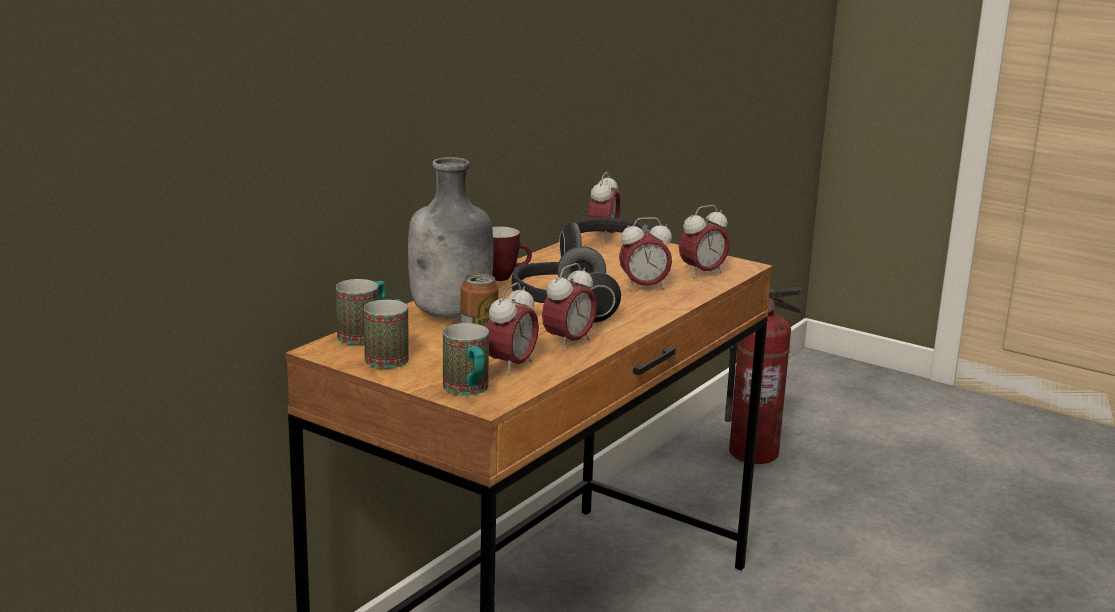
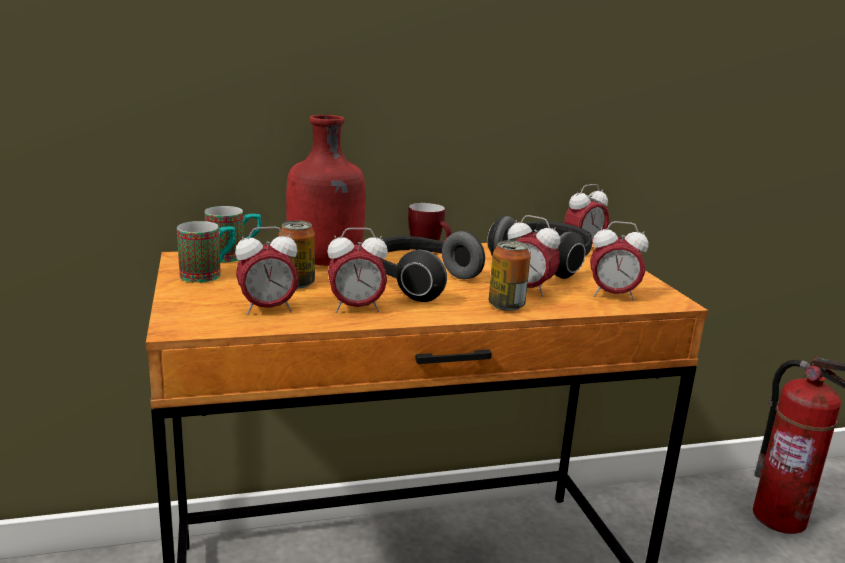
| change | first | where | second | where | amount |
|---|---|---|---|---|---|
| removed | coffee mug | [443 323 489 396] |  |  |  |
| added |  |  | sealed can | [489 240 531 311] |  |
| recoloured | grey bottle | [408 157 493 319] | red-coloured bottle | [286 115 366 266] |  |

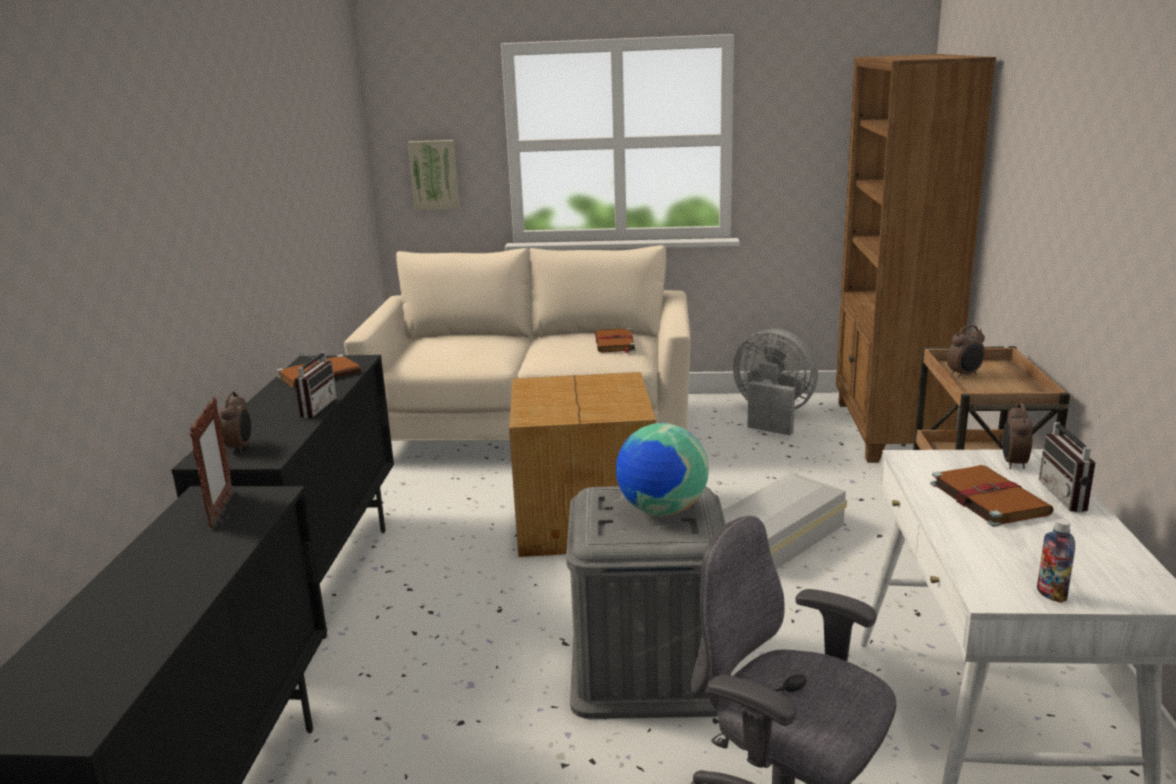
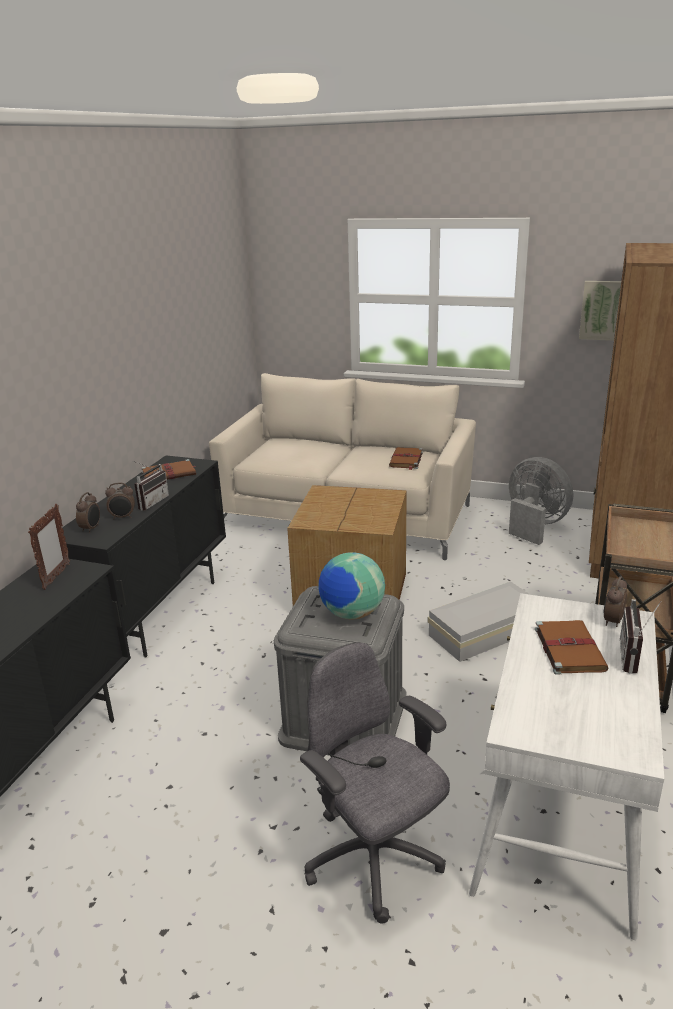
| change | first | where | second | where | amount |
|---|---|---|---|---|---|
| removed | bottle | [1037 518 1075 603] |  |  |  |
| moved | picture | [408 140 460 210] |  | [579 281 621 341] |  |
| moved | alarm clock | [947 325 985 378] |  | [105 483 135 519] |  |

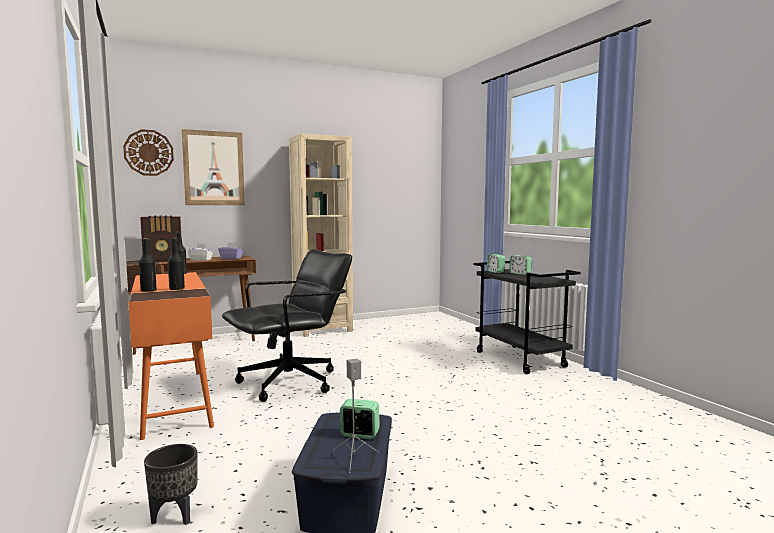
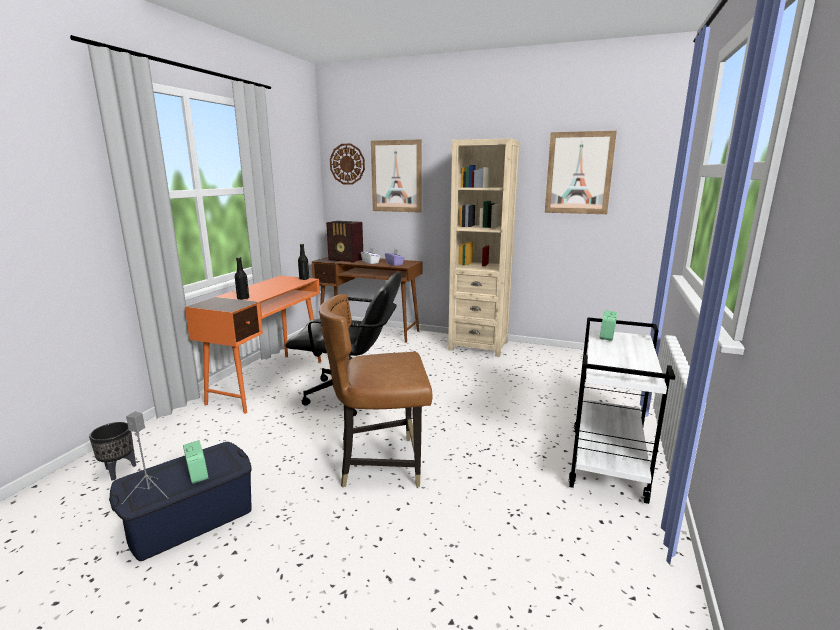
| change | first | where | second | where | amount |
|---|---|---|---|---|---|
| removed | blackish bottle | [139 238 157 292] |  |  |  |
| removed | alarm clock | [509 255 532 275] |  |  |  |
| added |  |  | brown upright chair | [319 294 433 488] |  |
| added |  |  | picture | [545 131 617 214] |  |
| recoloured | blackish trolley | [474 261 581 374] | white trolley | [569 317 675 504] |  |

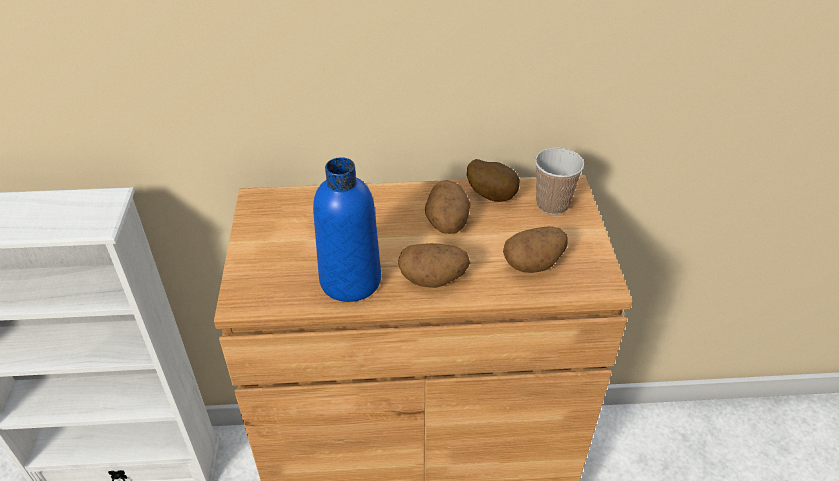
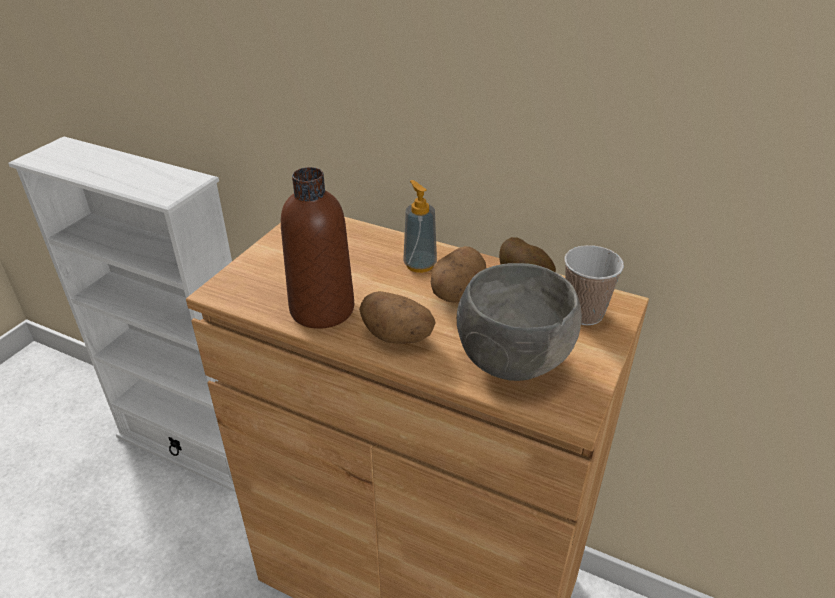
| change | first | where | second | where | amount |
|---|---|---|---|---|---|
| added |  |  | soap dispenser | [403 180 437 273] |  |
| replaced | whole potato | [503 226 568 273] | grey serving bowl | [457 263 582 381] |  |
| recoloured | blue bottle | [313 157 381 302] | brown bottle | [281 167 354 329] |  |

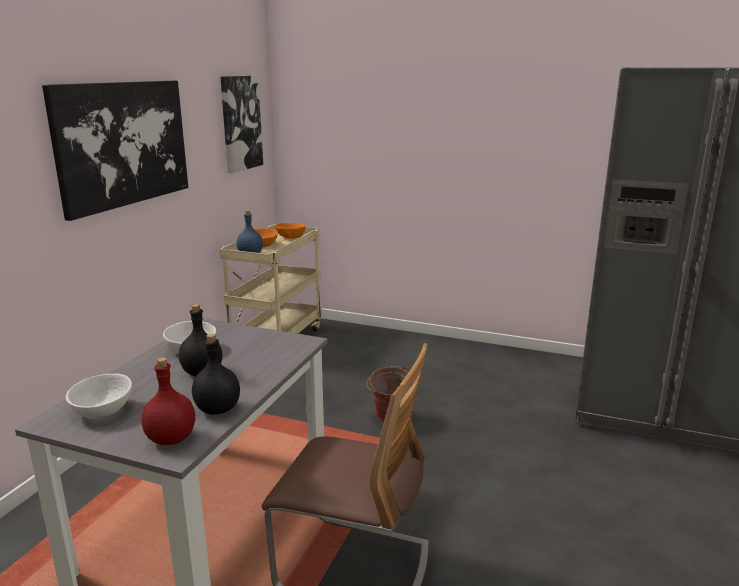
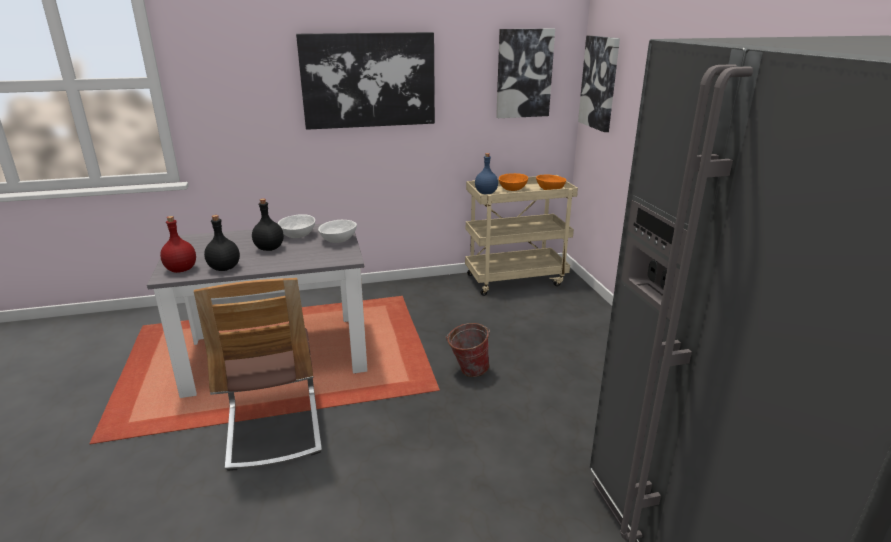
| change | first | where | second | where | amount |
|---|---|---|---|---|---|
| added |  |  | picture | [578 35 620 132] |  |
| moved | white serving bowl | [66 374 132 418] |  | [318 220 357 243] |  |

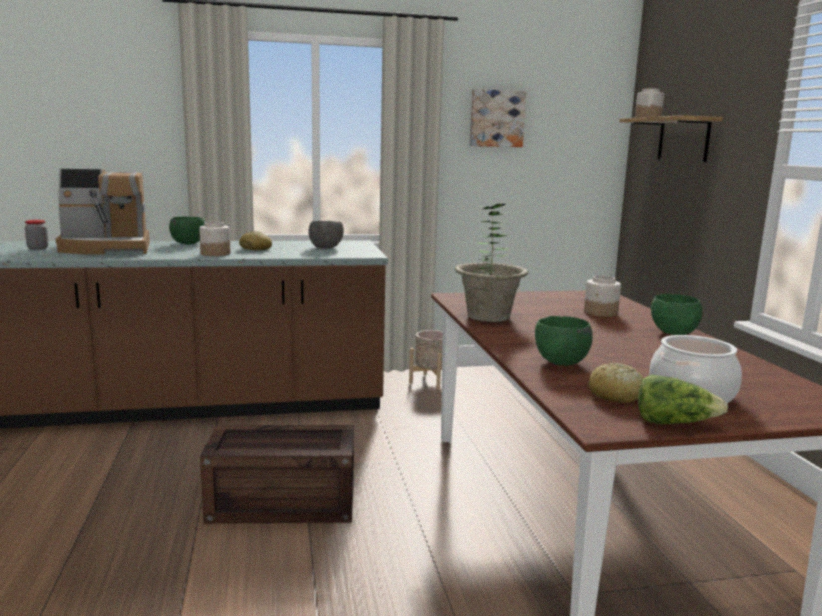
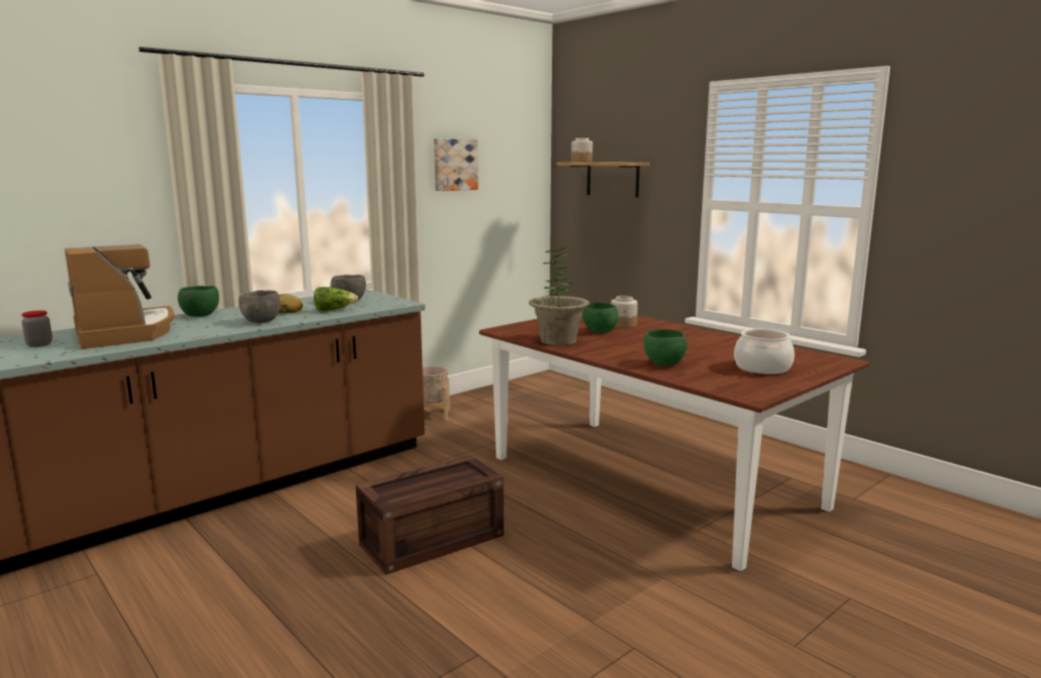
| change | first | where | second | where | amount |
|---|---|---|---|---|---|
| removed | baked bread | [589 363 644 403] |  |  |  |
| moved | lettuce | [638 374 728 424] |  | [314 287 358 311] |  |
| moved | greenish serving bowl | [651 294 703 335] |  | [582 303 618 333] |  |
| replaced | preserve jar | [199 221 230 256] | grey serving bowl | [238 290 281 323] |  |
| turned | coffee brewer | [56 169 150 255] |  | [65 244 174 349] | 75 degrees counterclockwise |

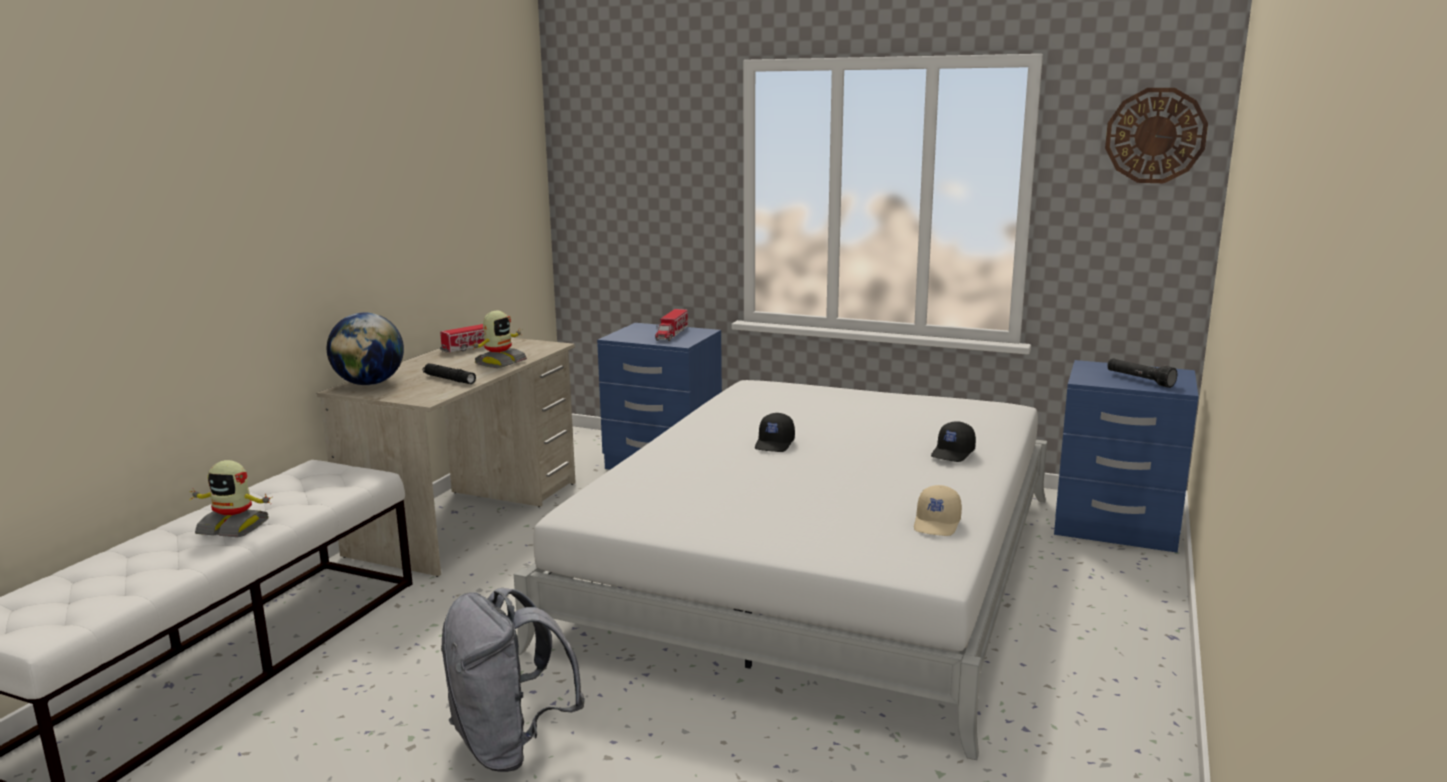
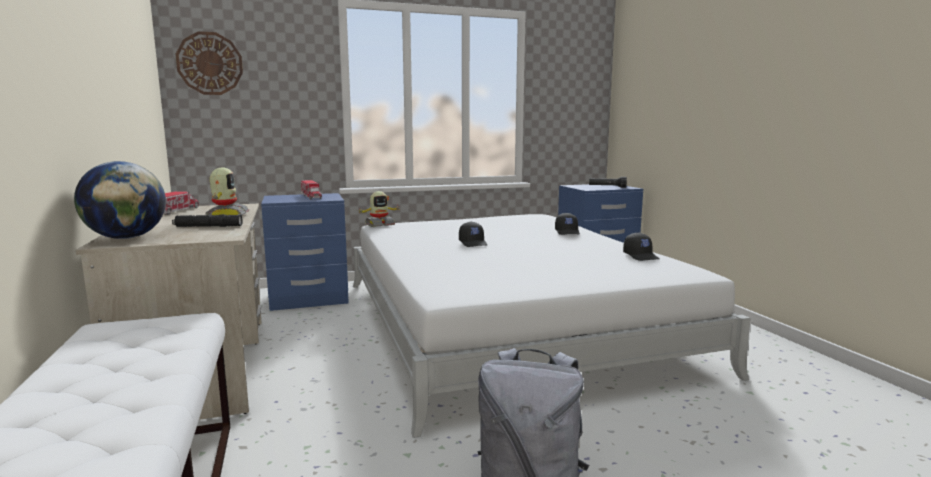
| change | first | where | second | where | amount |
|---|---|---|---|---|---|
| moved | toy robot | [190 460 273 538] |  | [358 191 400 227] |  |
| moved | hanging clock | [1105 88 1208 183] |  | [176 31 243 95] |  |
| recoloured | sand-coloured baseball cap | [914 485 962 536] | blackish baseball cap | [623 232 659 261] |  |

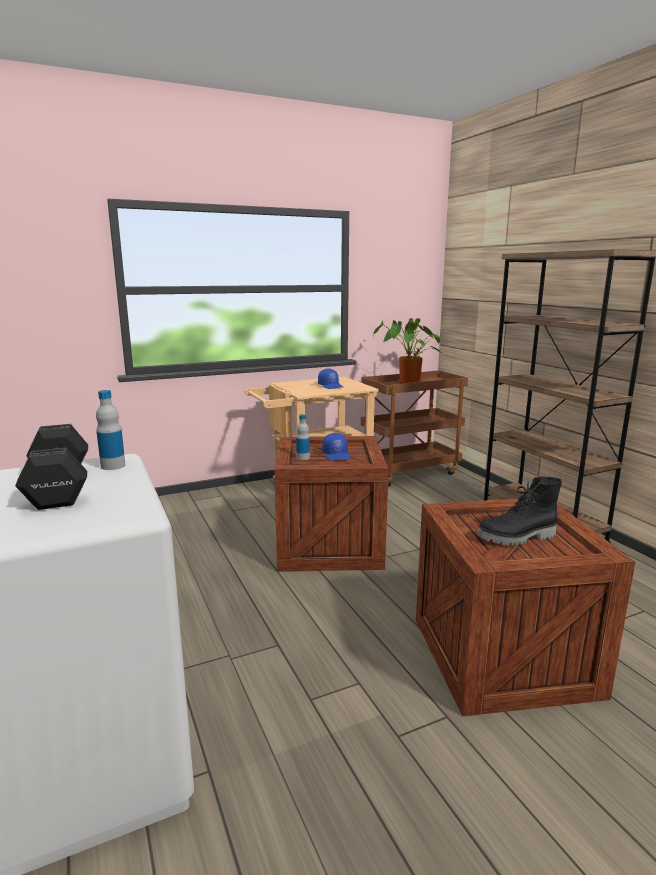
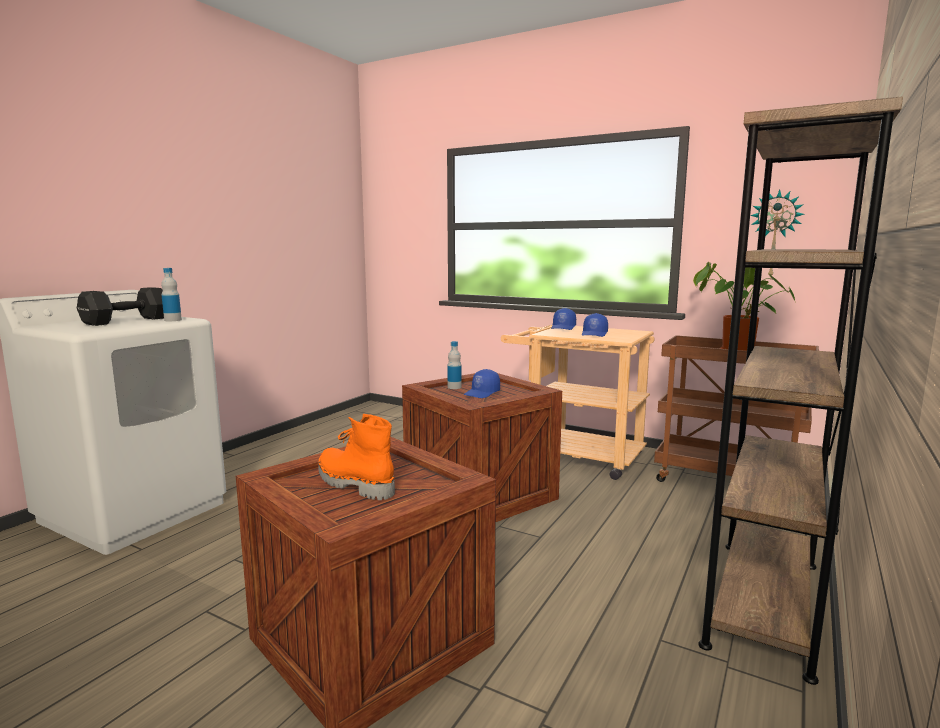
| change | first | where | second | where | amount |
|---|---|---|---|---|---|
| added |  |  | blue baseball cap | [551 308 576 330] |  |
| added |  |  | hanging clock | [750 190 805 279] |  |
| recoloured | blackish high-top boot | [477 476 562 546] | orange-coloured high-top boot | [318 414 395 500] |  |

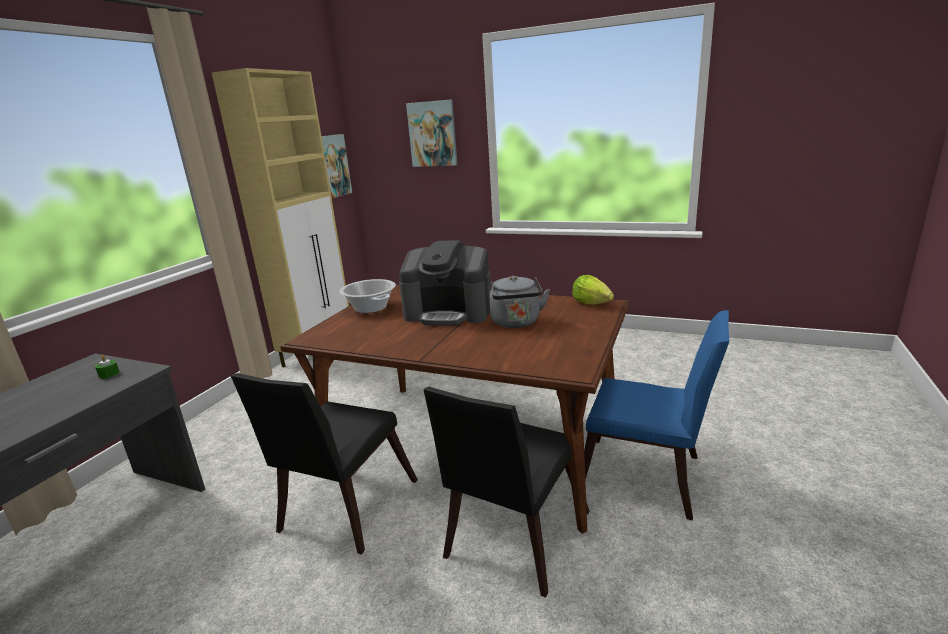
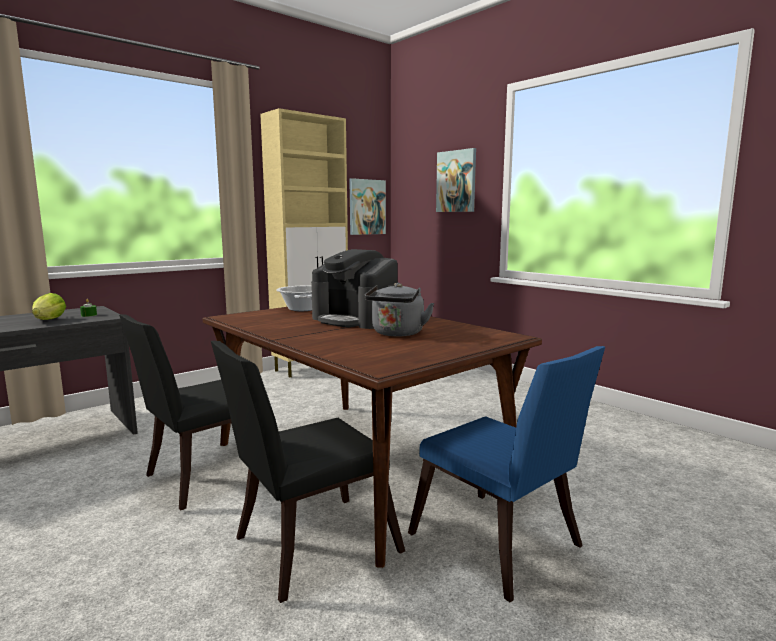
| change | first | where | second | where | amount |
|---|---|---|---|---|---|
| moved | lettuce | [572 275 614 305] |  | [32 293 66 320] |  |

